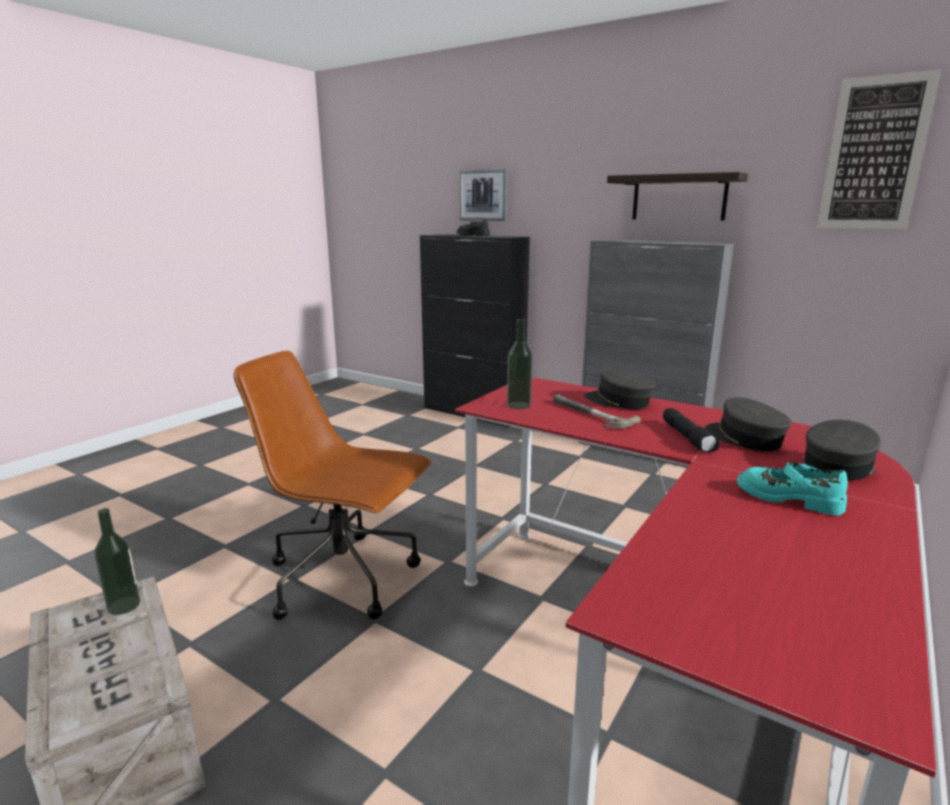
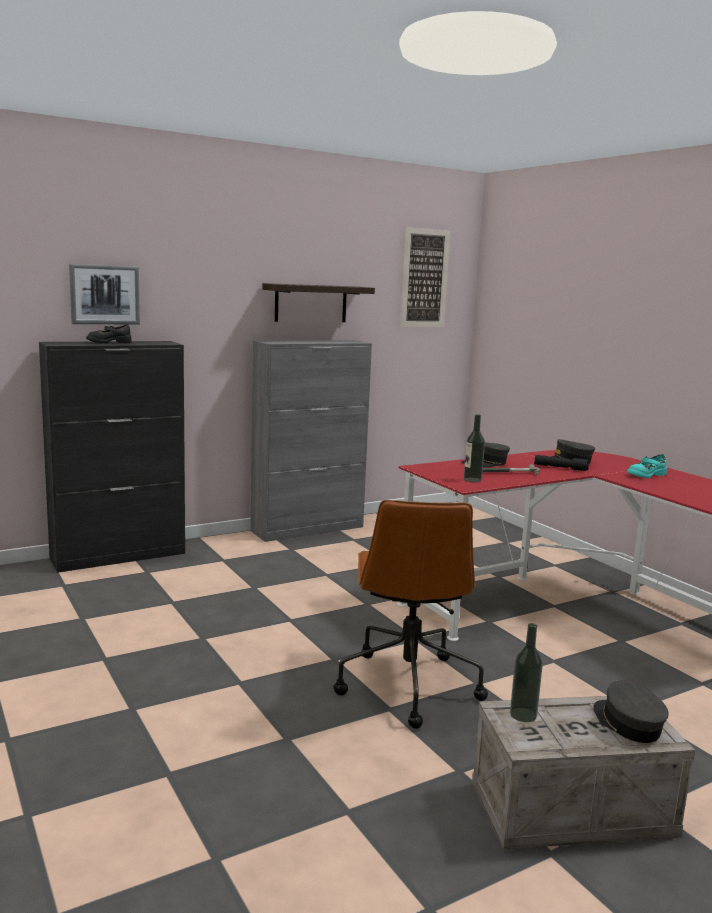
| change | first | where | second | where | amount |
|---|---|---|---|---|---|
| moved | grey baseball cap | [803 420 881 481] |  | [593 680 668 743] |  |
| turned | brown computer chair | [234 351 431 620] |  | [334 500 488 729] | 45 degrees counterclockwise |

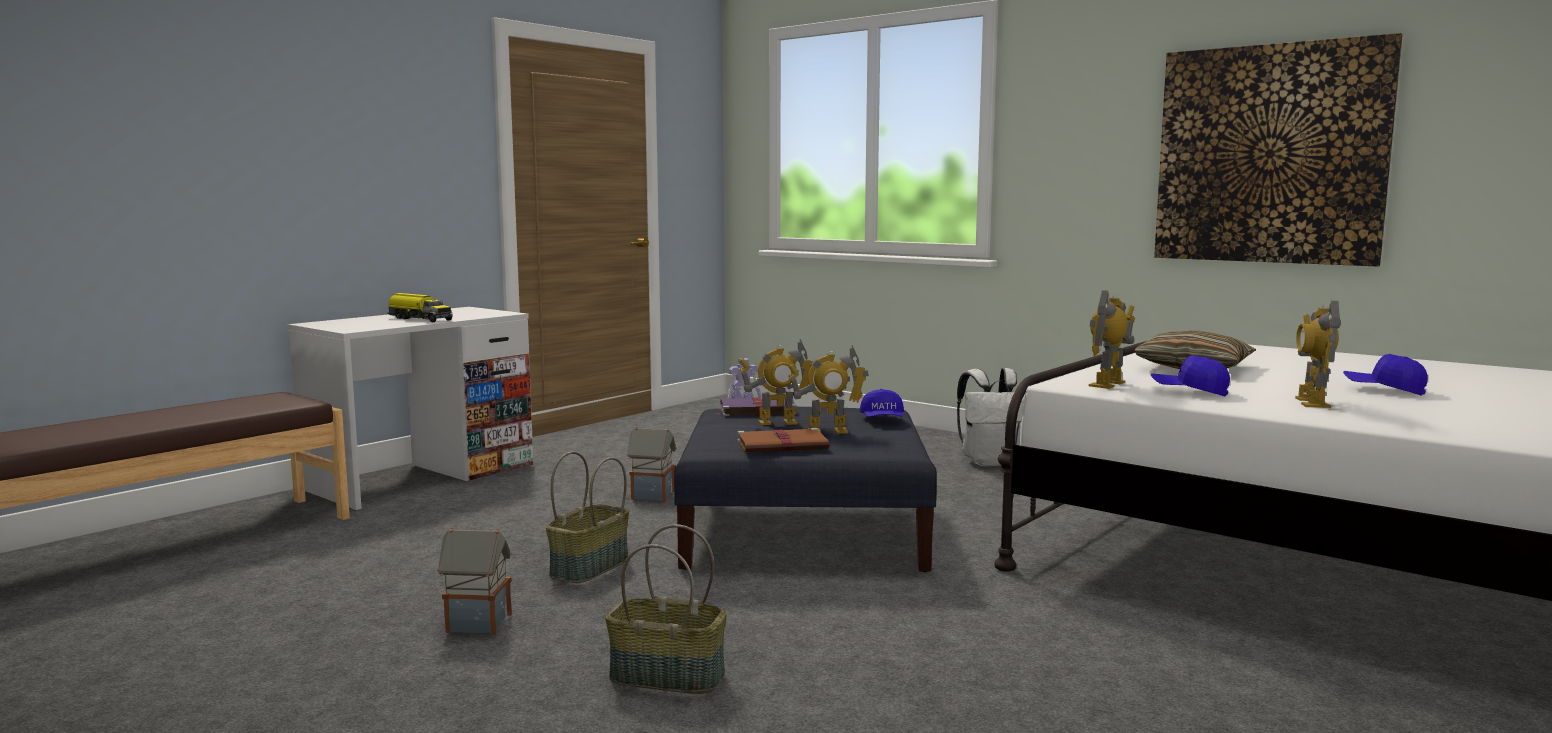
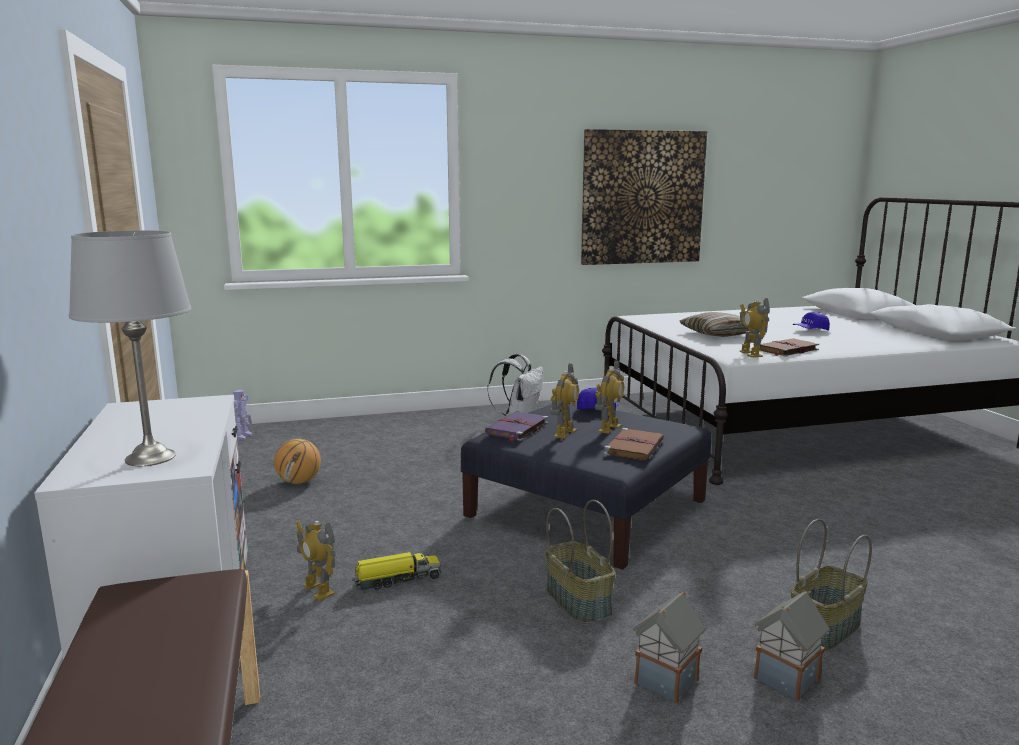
| change | first | where | second | where | amount |
|---|---|---|---|---|---|
| added |  |  | grey tabletop lamp | [69 230 192 466] |  |
| added |  |  | basketball ball | [274 439 321 484] |  |
| moved | model truck | [388 293 452 322] |  | [353 552 441 590] |  |
| moved | miniature house | [627 427 676 502] |  | [753 590 830 701] |  |
| moved | toy robot | [1295 301 1341 408] |  | [296 520 336 601] |  |
| replaced | blue baseball cap | [1151 355 1230 396] | brown volume | [760 338 819 357] |  |

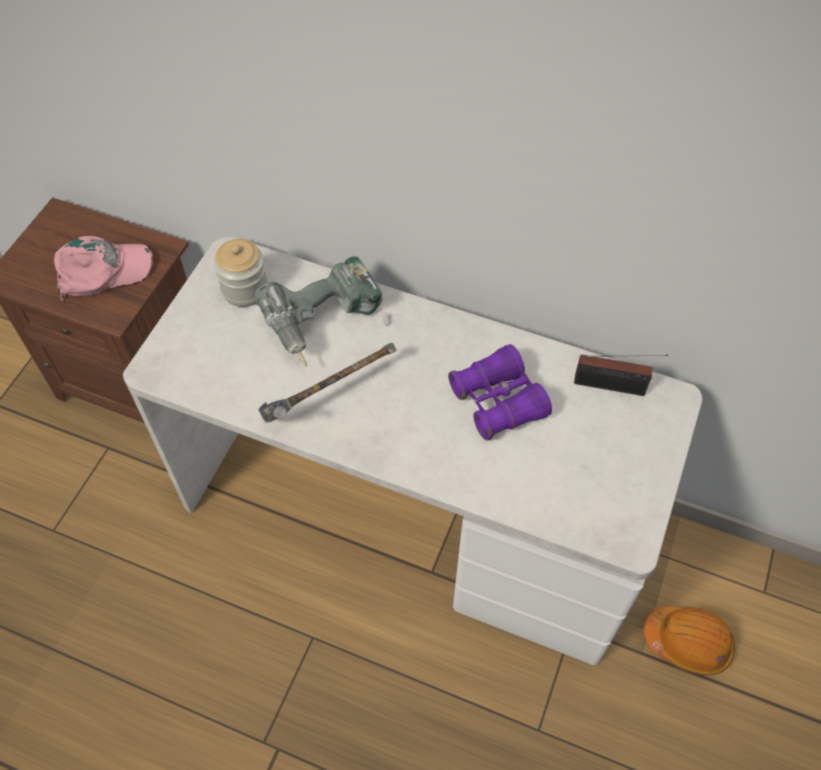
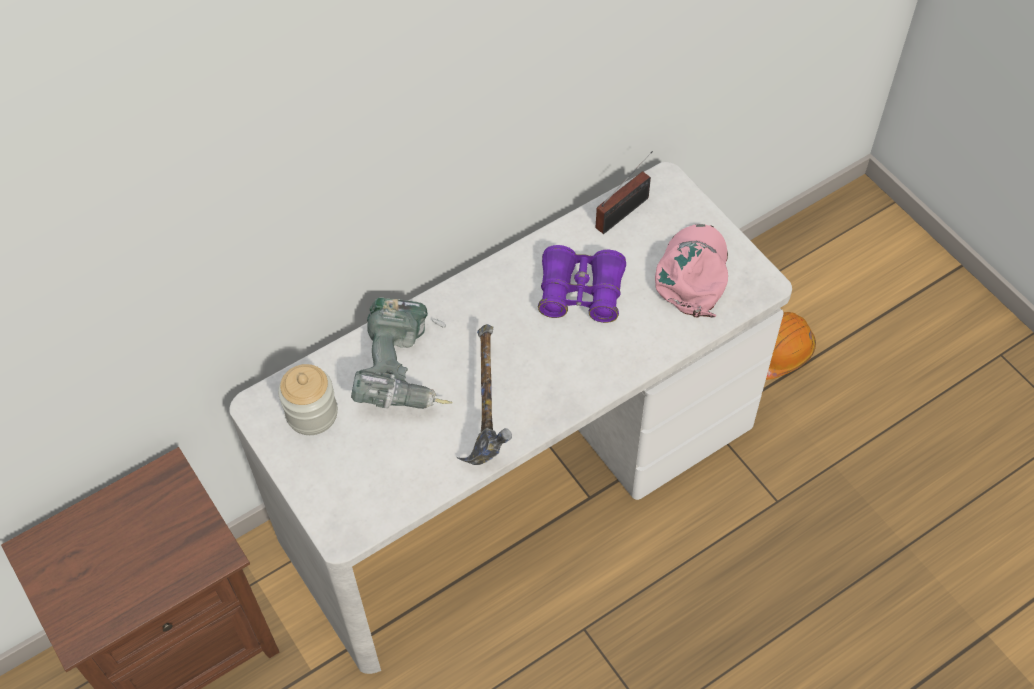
| change | first | where | second | where | amount |
|---|---|---|---|---|---|
| moved | pinkish baseball cap | [54 236 153 302] |  | [655 224 728 317] |  |

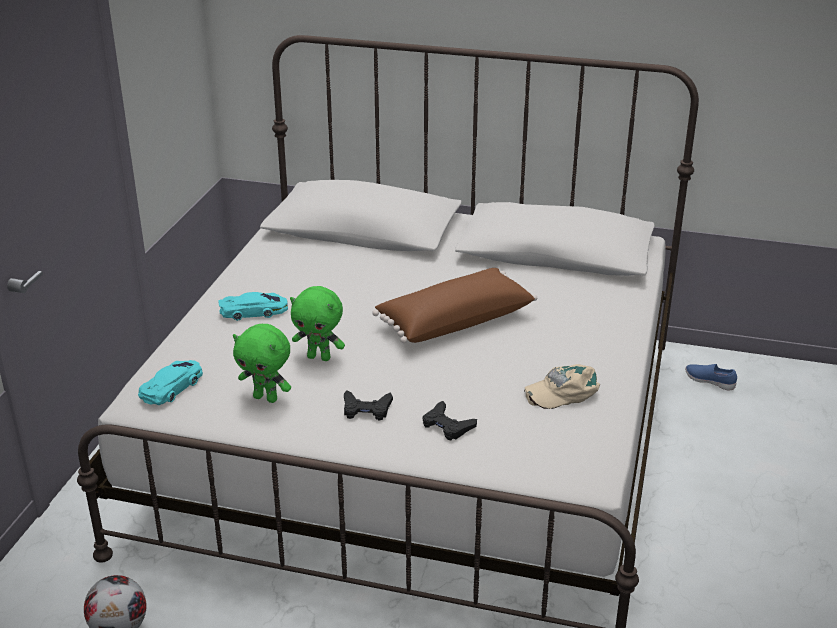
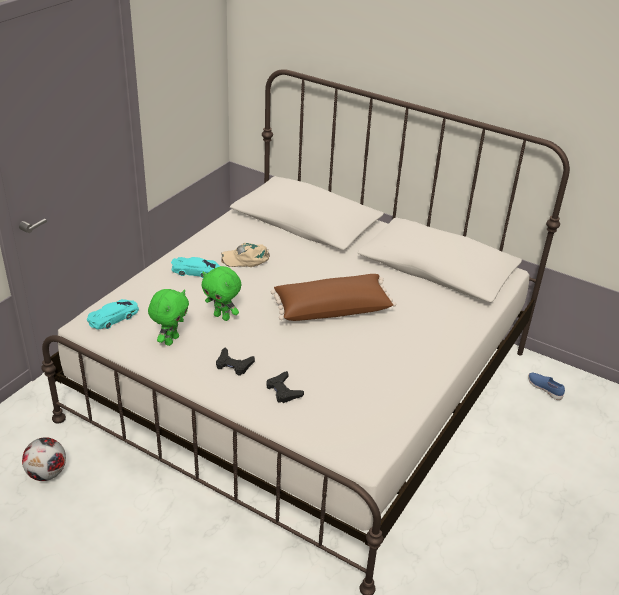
| change | first | where | second | where | amount |
|---|---|---|---|---|---|
| moved | sand-coloured baseball cap | [524 364 600 409] |  | [221 243 270 267] |  |
| turned | greenish cuddly toy | [233 324 291 403] |  | [148 289 189 346] | 105 degrees counterclockwise |

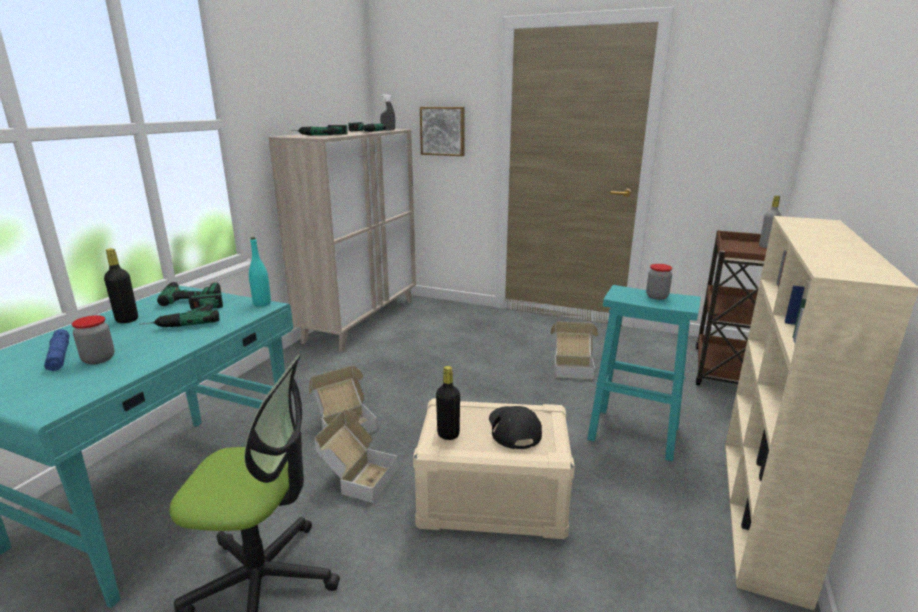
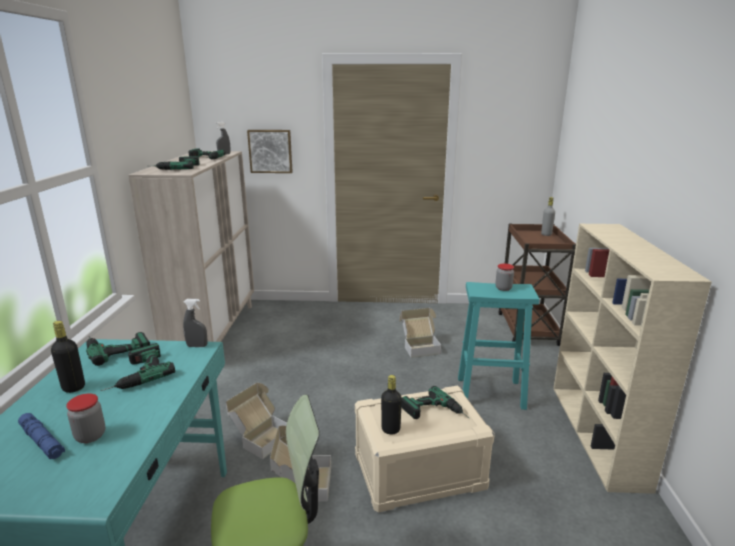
| change | first | where | second | where | amount |
|---|---|---|---|---|---|
| replaced | turquoise bottle | [249 237 271 307] | grey spray bottle | [183 299 207 347] |  |
| replaced | blackish baseball cap | [489 406 542 449] | drill | [401 386 469 419] |  |

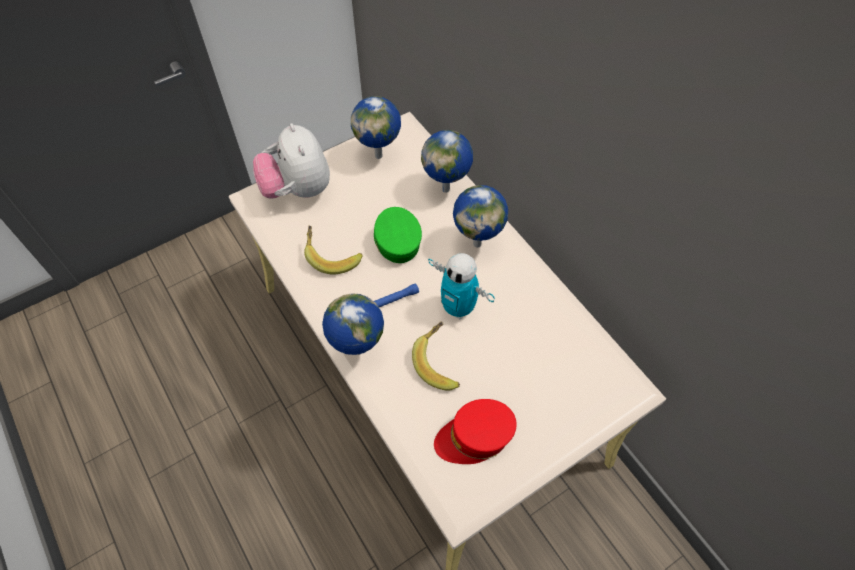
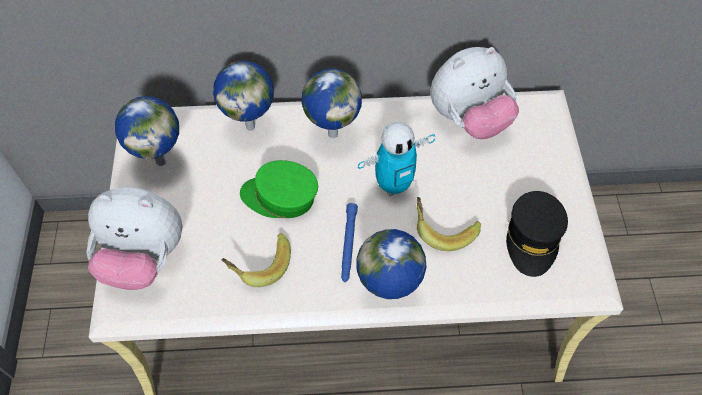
| change | first | where | second | where | amount |
|---|---|---|---|---|---|
| added |  |  | cuddly toy | [430 47 519 139] |  |
| recoloured | red-coloured baseball cap | [434 399 517 464] | blackish baseball cap | [506 191 568 277] |  |

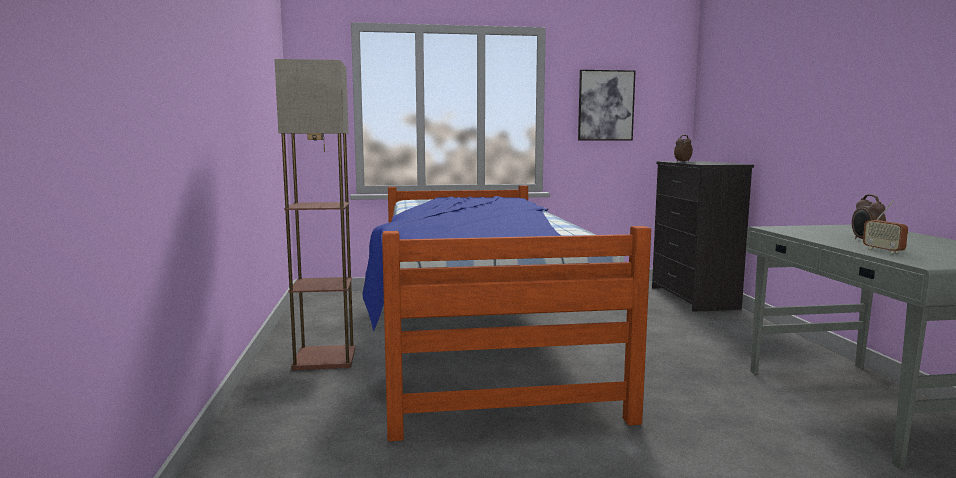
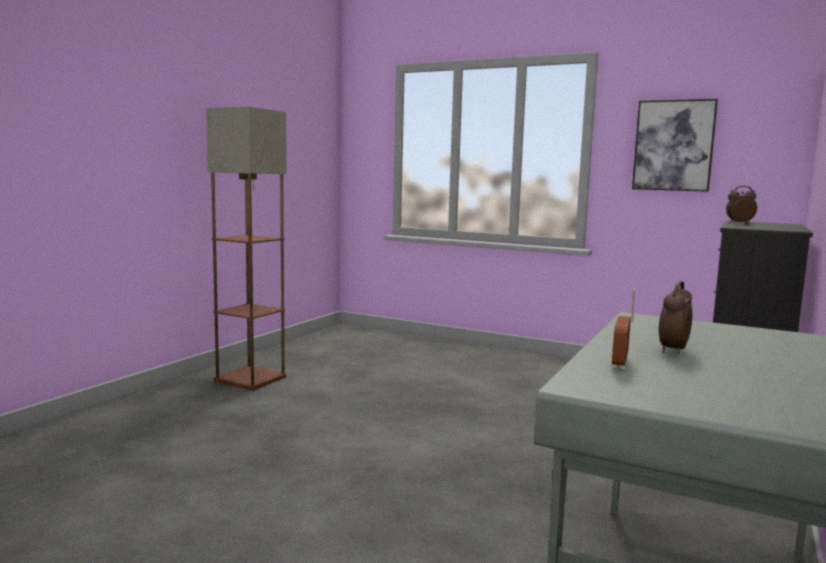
| change | first | where | second | where | amount |
|---|---|---|---|---|---|
| removed | bed | [363 185 651 441] |  |  |  |

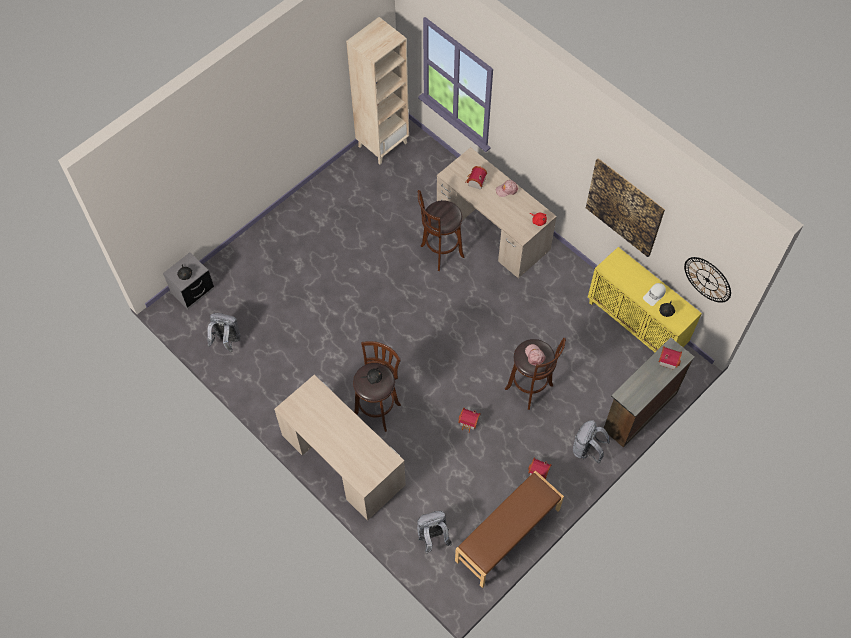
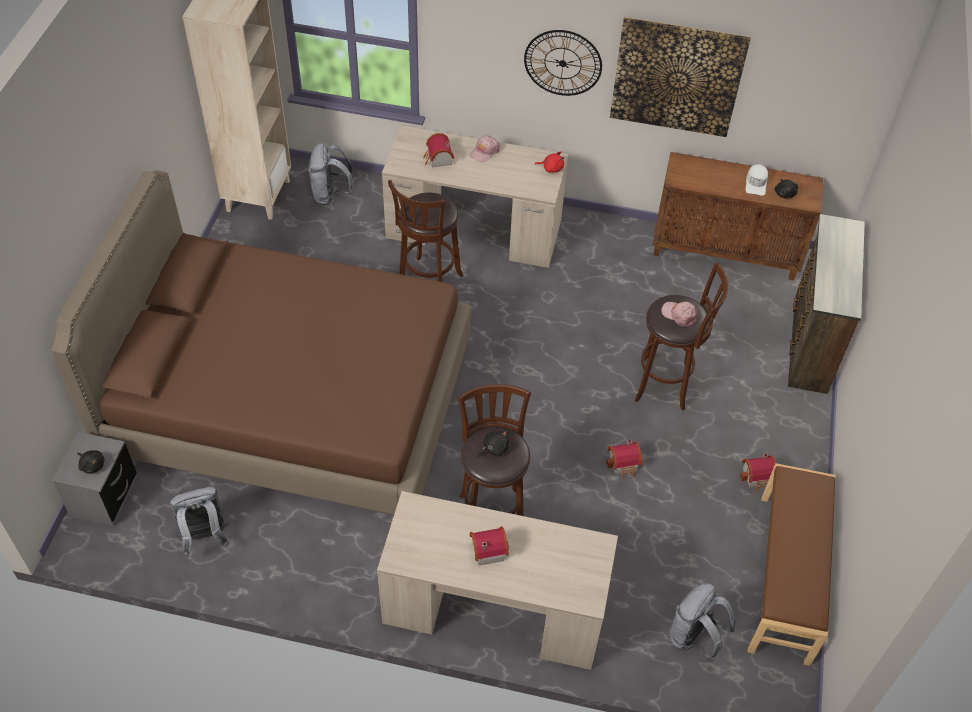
| change | first | where | second | where | amount |
|---|---|---|---|---|---|
| added |  |  | brown bed | [51 171 471 515] |  |
| moved | grey rucksack | [573 420 610 464] |  | [308 143 353 205] |  |
| moved | miniature house | [659 346 682 370] |  | [469 526 509 566] |  |
| moved | hanging clock | [684 257 731 303] |  | [524 30 602 96] |  |
| recoloured | yellow-coloured cupboard | [588 247 702 352] | brown cupboard | [652 152 823 280] |  |

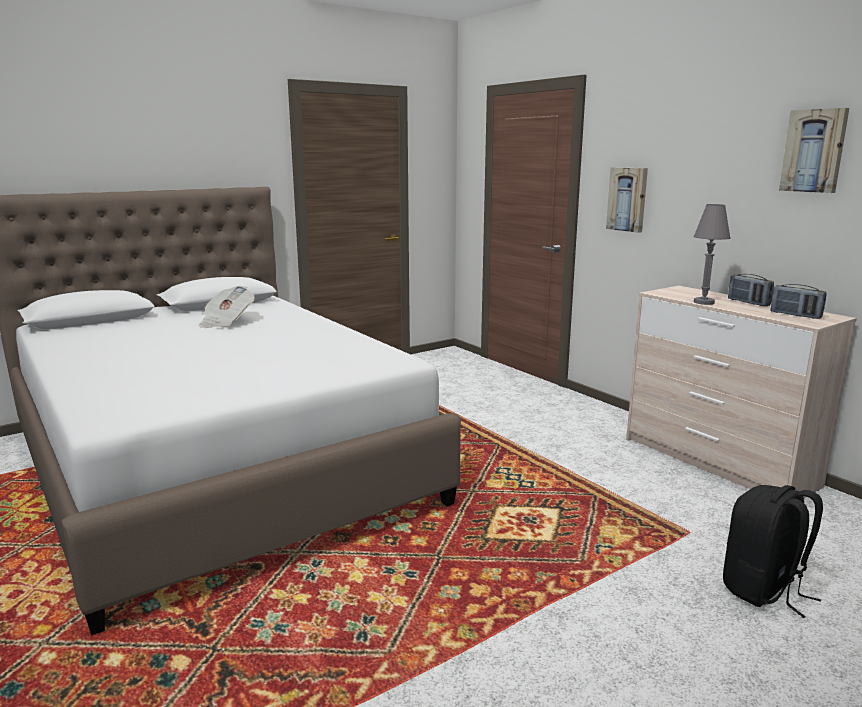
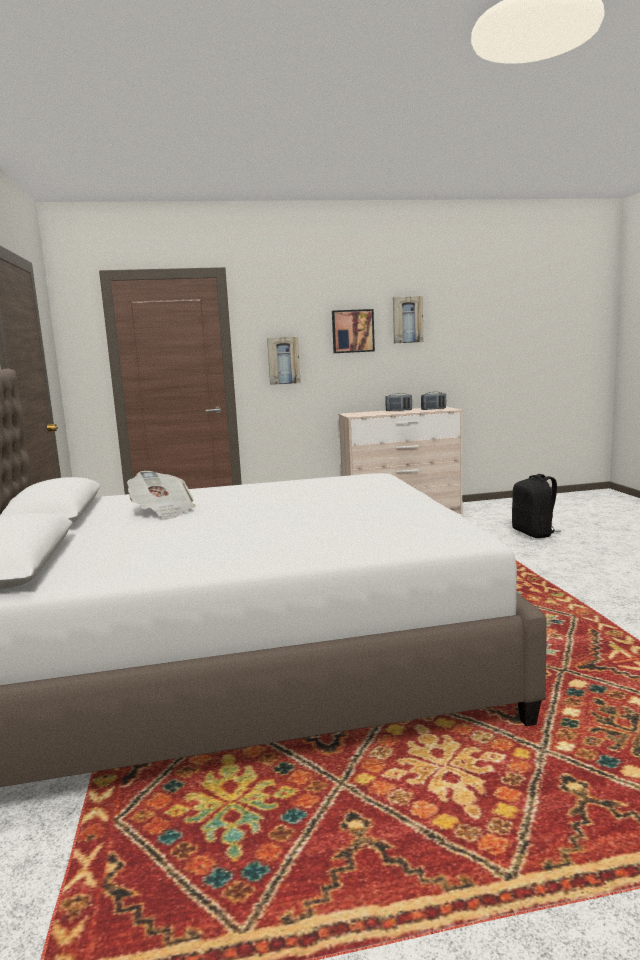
| change | first | where | second | where | amount |
|---|---|---|---|---|---|
| removed | grey tabletop lamp | [694 204 730 305] |  |  |  |
| added |  |  | picture | [332 309 375 353] |  |

